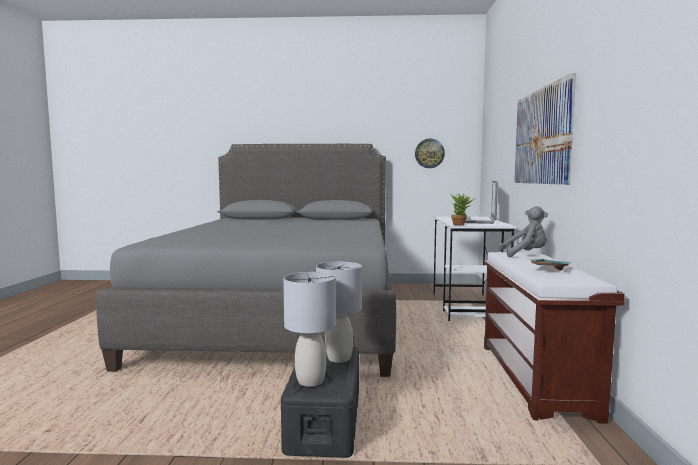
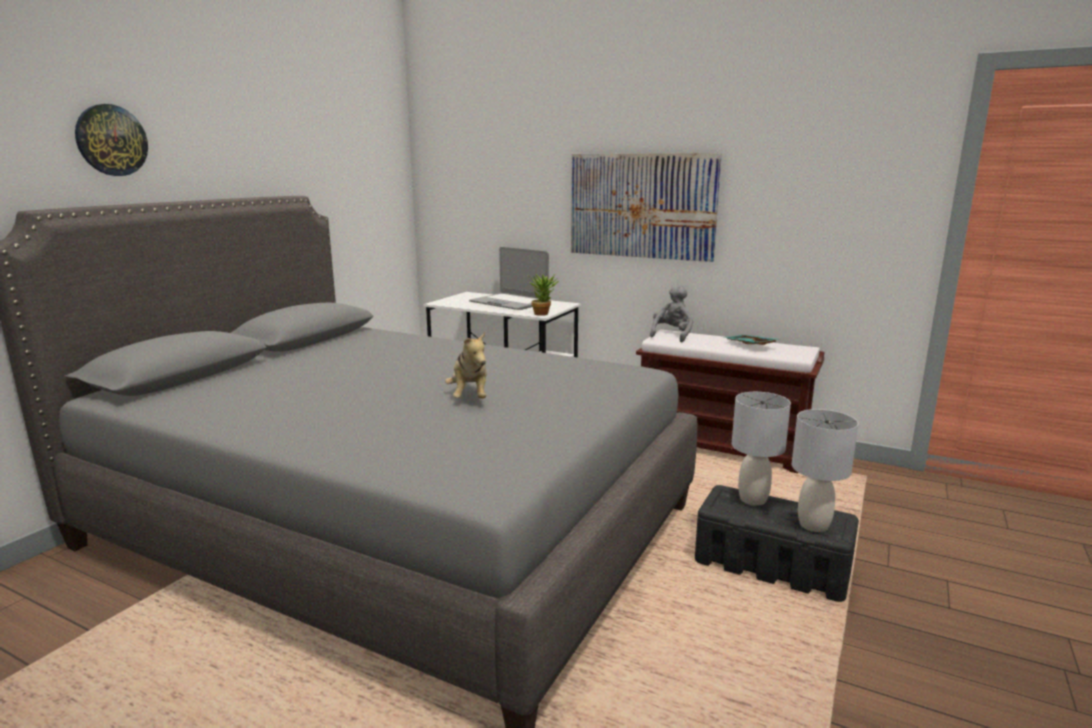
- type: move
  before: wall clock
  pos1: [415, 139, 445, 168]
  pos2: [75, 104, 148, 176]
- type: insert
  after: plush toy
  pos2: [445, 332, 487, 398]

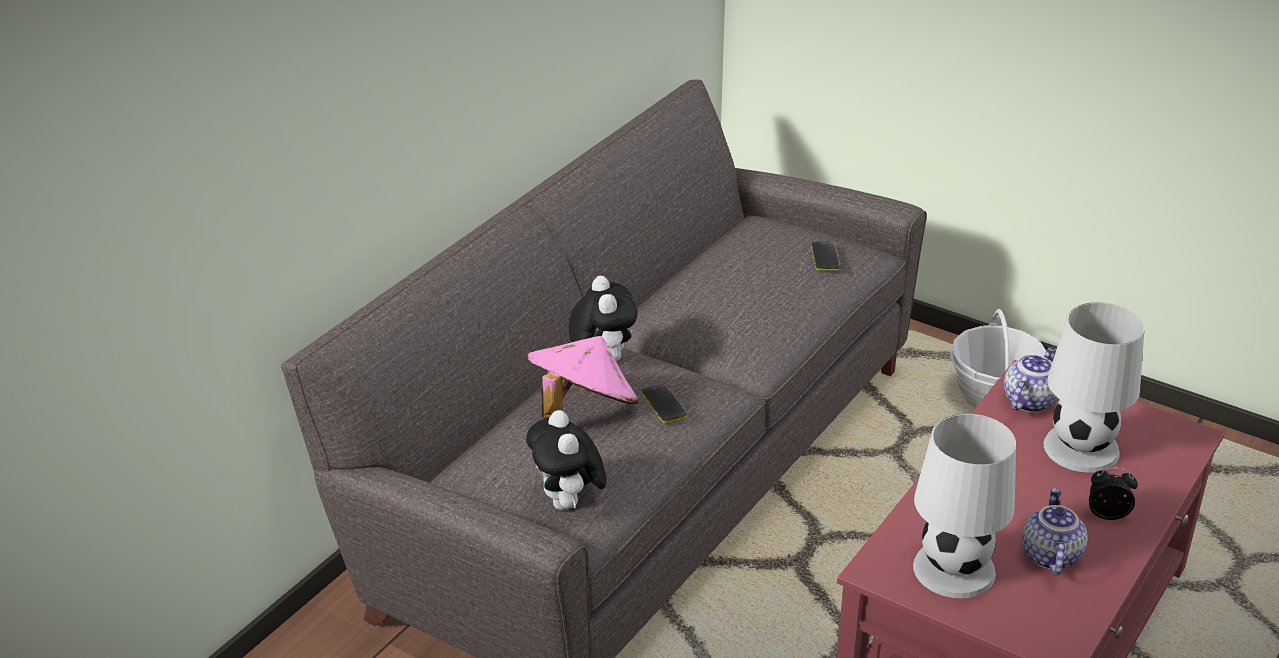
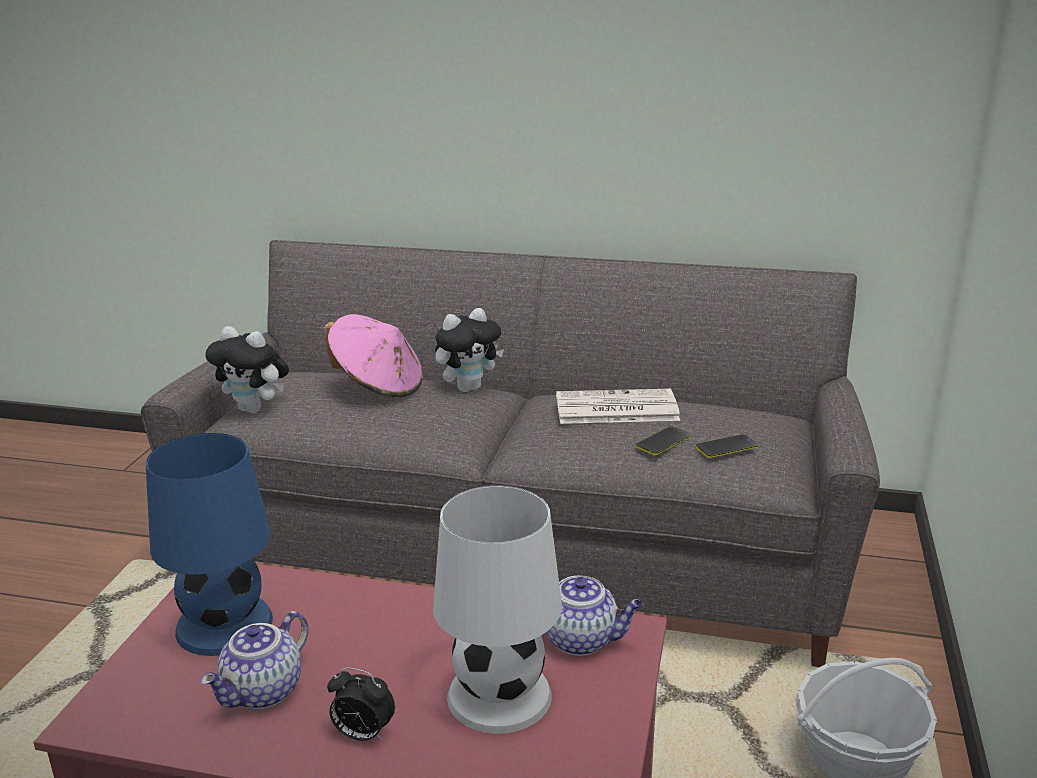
- type: recolor
  before: table lamp/white
  after: table lamp/blue
  pos1: [913, 413, 1016, 598]
  pos2: [146, 433, 273, 656]
- type: rotate
  before: teapot
  pos1: [1022, 488, 1088, 575]
  pos2: [201, 611, 309, 709]
  turn: 135
- type: rotate
  before: plush toy
  pos1: [526, 410, 607, 510]
  pos2: [205, 326, 289, 413]
  turn: -120
- type: rotate
  before: alarm clock
  pos1: [1089, 467, 1138, 520]
  pos2: [327, 667, 395, 741]
  turn: 120
- type: insert
  after: newspaper
  pos2: [556, 389, 680, 424]
- type: move
  before: phone
  pos1: [641, 384, 687, 423]
  pos2: [636, 426, 691, 455]

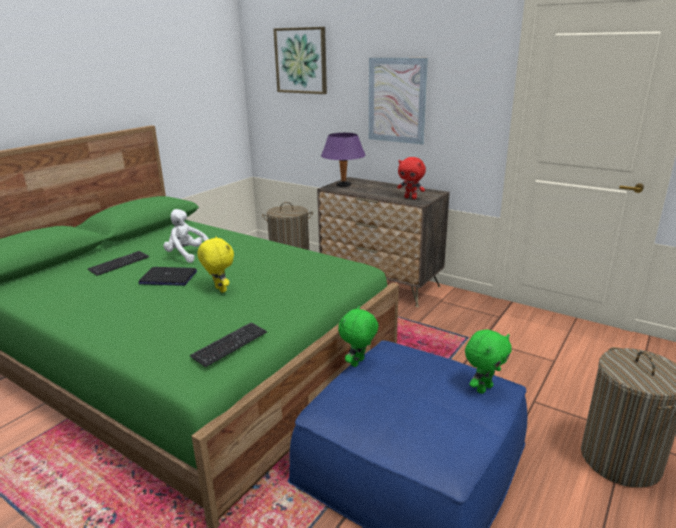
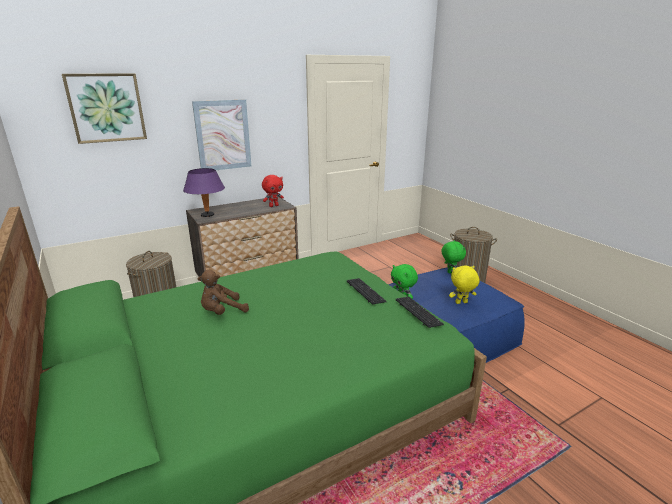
- type: recolor
  before: plush toy/white
  after: plush toy/brown
  pos1: [163, 209, 209, 263]
  pos2: [197, 270, 249, 315]
- type: move
  before: keyboard
  pos1: [88, 251, 149, 276]
  pos2: [347, 278, 387, 304]
- type: move
  before: plush toy/yellow
  pos1: [197, 236, 234, 293]
  pos2: [449, 266, 480, 304]
- type: delete
  before: laptop
  pos1: [138, 267, 197, 286]

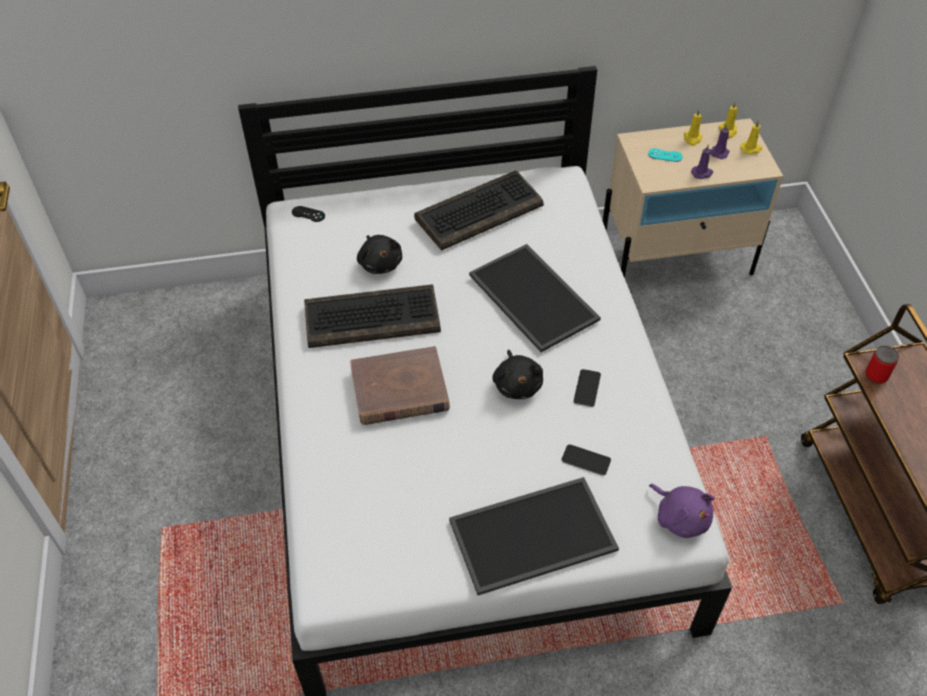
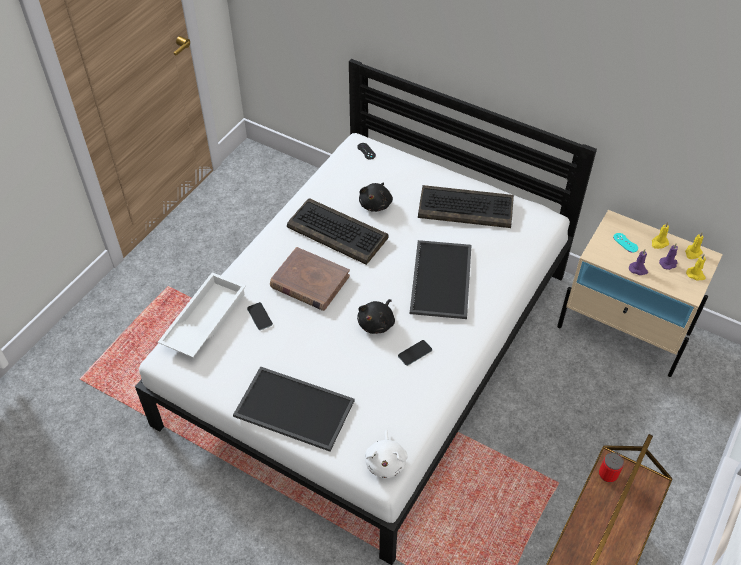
- type: insert
  after: tray/white
  pos2: [158, 272, 246, 357]
- type: move
  before: phone
  pos1: [561, 444, 611, 476]
  pos2: [247, 302, 273, 330]
- type: recolor
  before: plush toy/purple
  after: plush toy/white
  pos1: [649, 484, 715, 538]
  pos2: [365, 430, 407, 478]

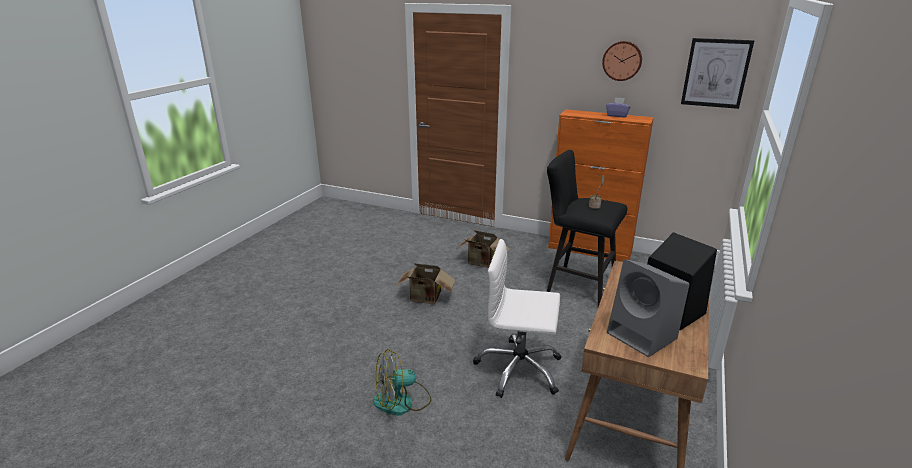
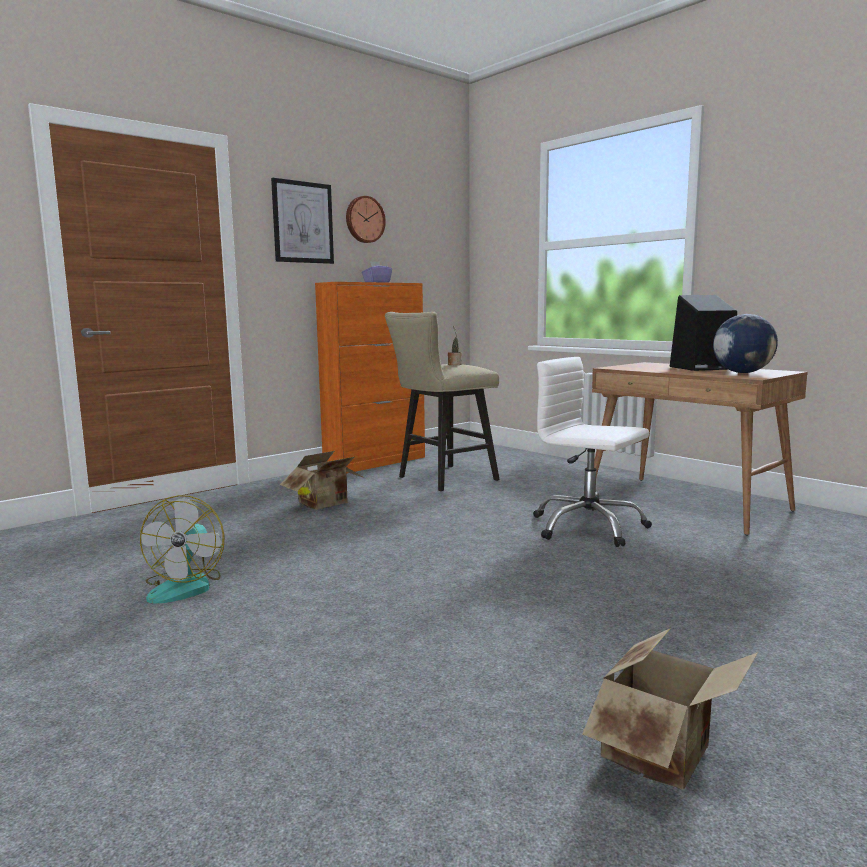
- type: move
  before: fan
  pos1: [373, 349, 432, 416]
  pos2: [140, 495, 225, 604]
- type: move
  before: picture
  pos1: [681, 38, 754, 109]
  pos2: [271, 178, 334, 264]
- type: recolor
  before: stool/black
  after: stool/beige
  pos1: [547, 150, 627, 307]
  pos2: [385, 312, 500, 491]
- type: rotate
  before: office chair/white
  pos1: [473, 239, 561, 398]
  pos2: [533, 357, 652, 547]
  turn: 90
- type: move
  before: cardboard box
  pos1: [396, 263, 455, 304]
  pos2: [582, 628, 758, 790]
- type: replace
  before: speaker/grey
  after: globe
  pos1: [607, 259, 689, 357]
  pos2: [713, 314, 778, 373]

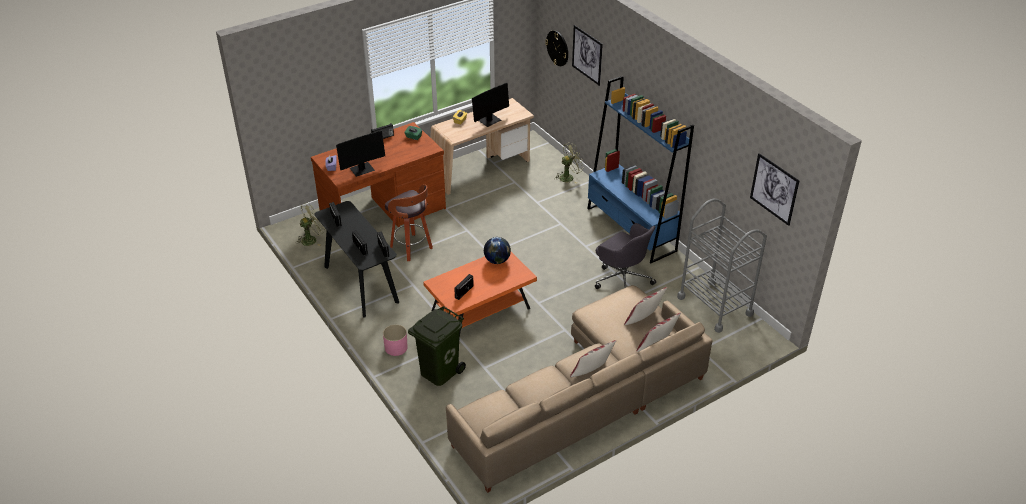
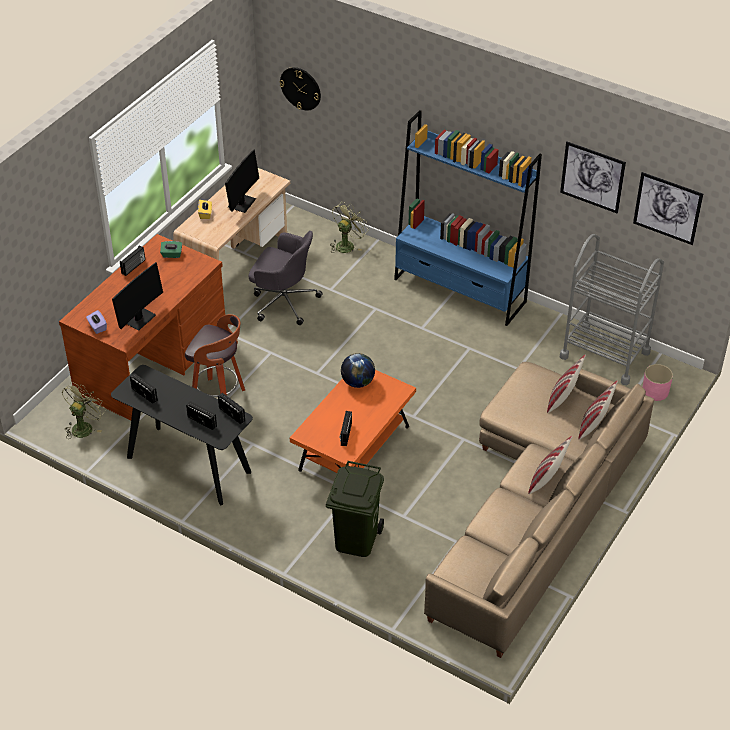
- type: move
  before: office chair/grey
  pos1: [595, 223, 656, 289]
  pos2: [248, 231, 323, 325]
- type: move
  before: picture
  pos1: [572, 25, 603, 86]
  pos2: [560, 141, 626, 214]
- type: move
  before: planter/pink
  pos1: [383, 324, 408, 356]
  pos2: [643, 364, 673, 401]

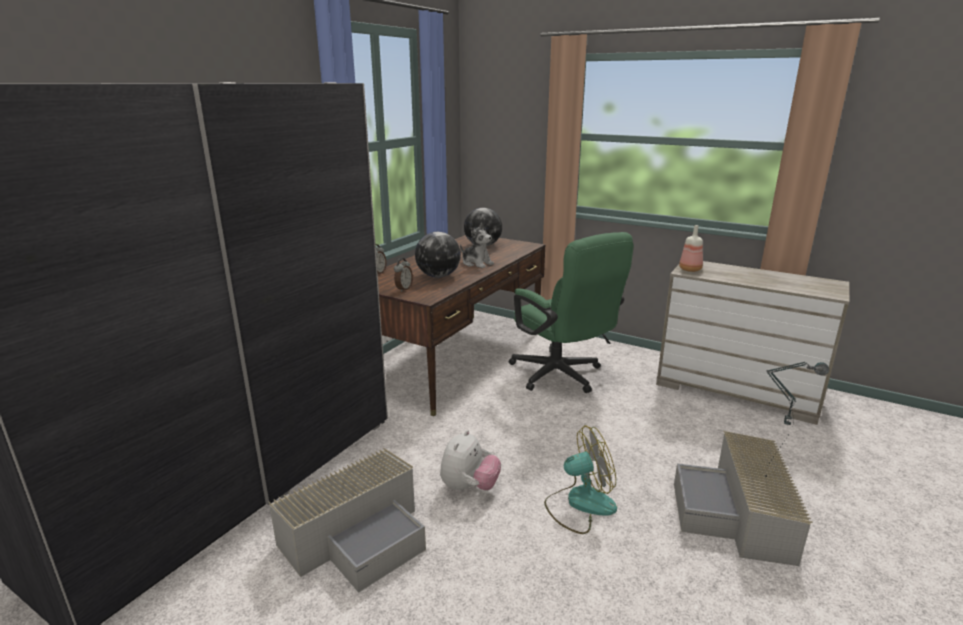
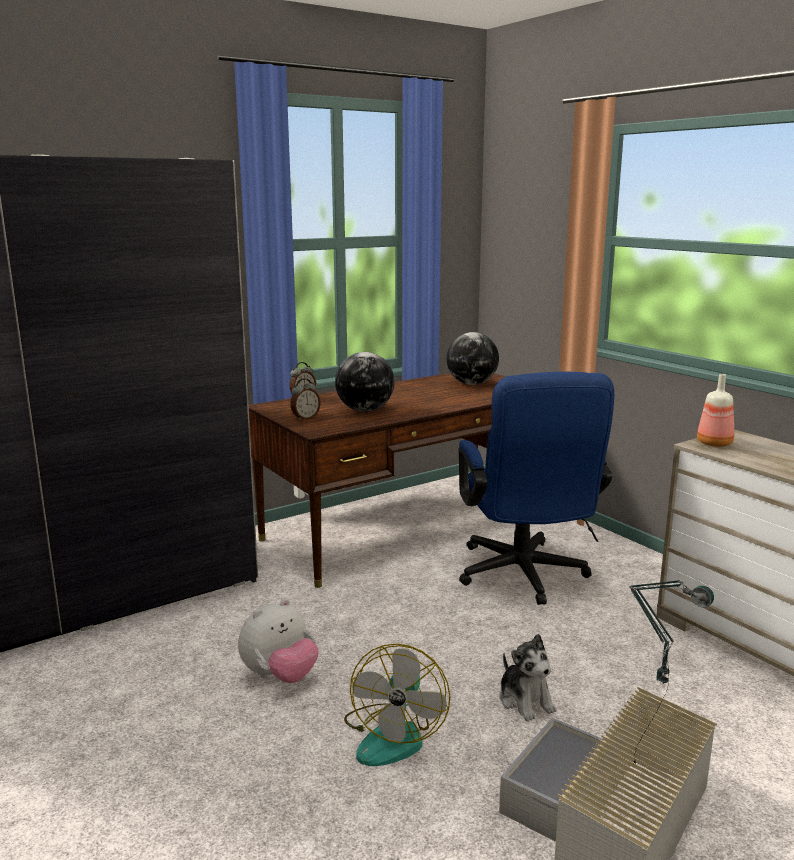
- type: rotate
  before: fan
  pos1: [544, 425, 617, 534]
  pos2: [344, 644, 450, 766]
  turn: 90
- type: recolor
  before: office chair/green
  after: office chair/blue
  pos1: [509, 232, 634, 393]
  pos2: [458, 372, 614, 605]
- type: move
  before: plush toy
  pos1: [460, 222, 494, 268]
  pos2: [500, 634, 557, 721]
- type: delete
  before: storage box/grey
  pos1: [269, 448, 426, 593]

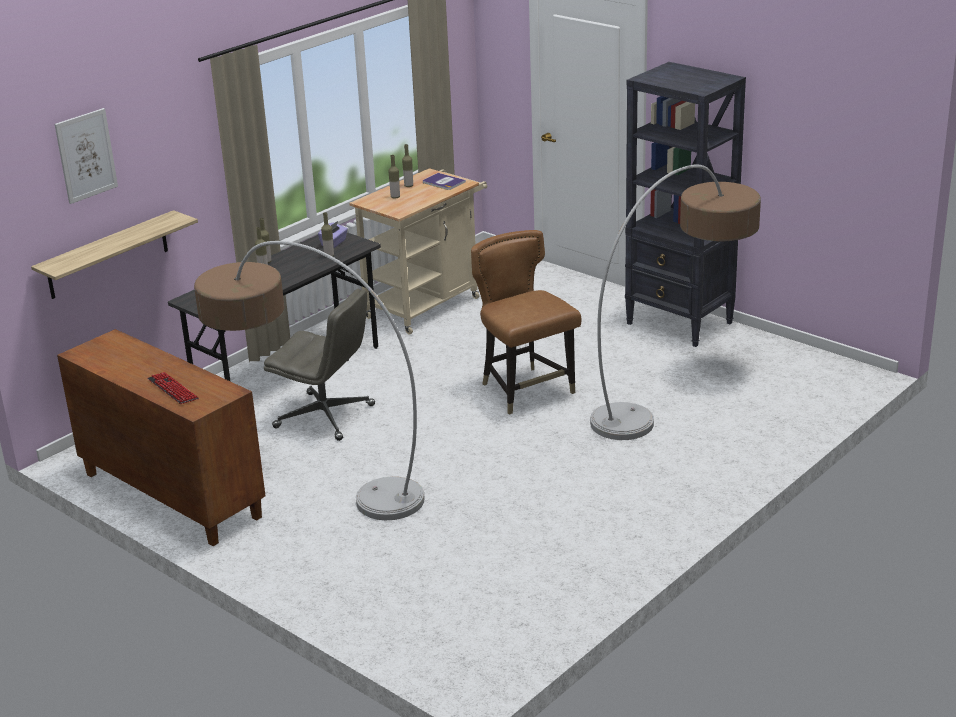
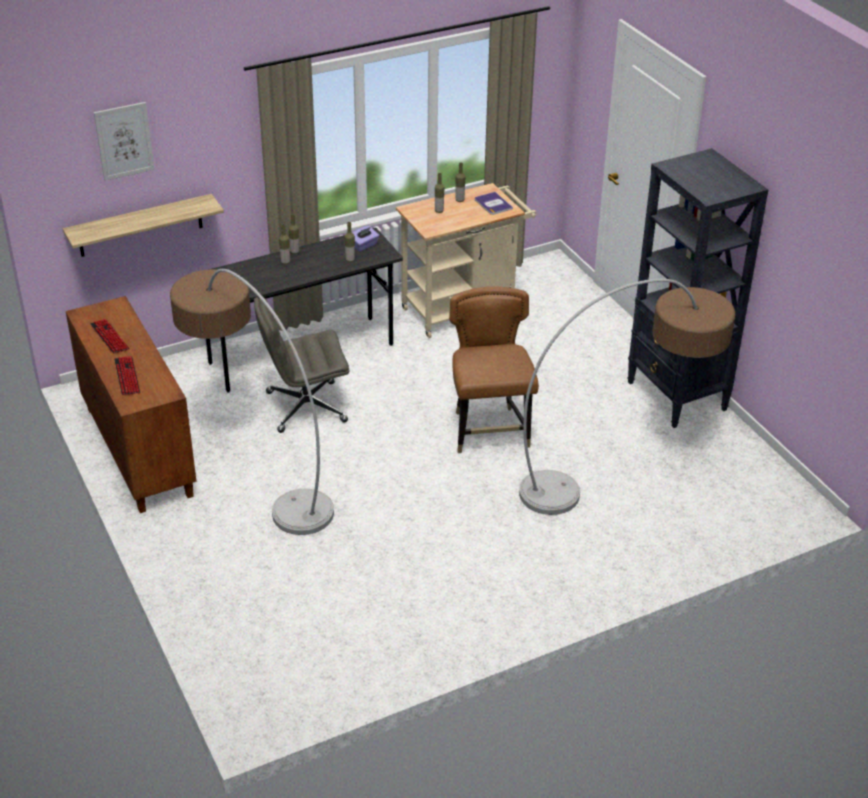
- type: insert
  after: keyboard
  pos2: [90, 319, 130, 354]
- type: rotate
  before: office chair/grey
  pos1: [264, 289, 375, 441]
  pos2: [254, 297, 350, 433]
  turn: 120

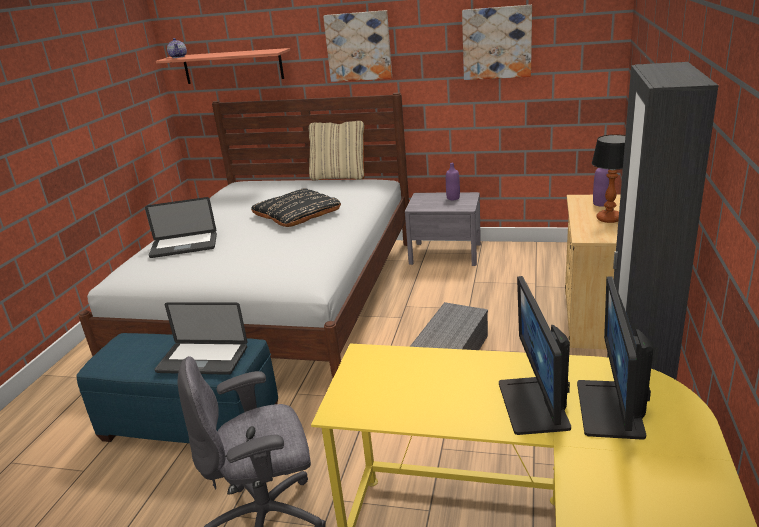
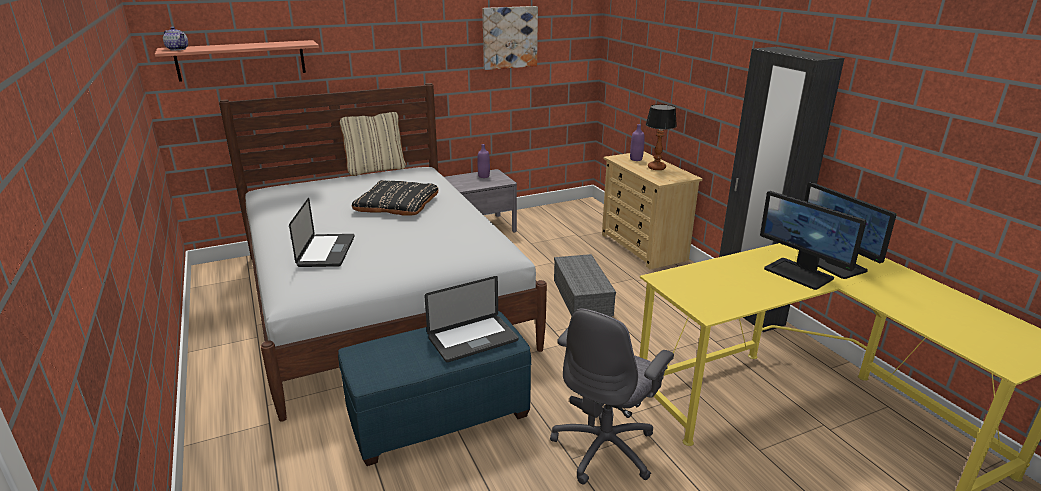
- type: rotate
  before: laptop
  pos1: [145, 197, 217, 258]
  pos2: [289, 198, 354, 267]
  turn: -45
- type: delete
  before: picture
  pos1: [323, 10, 392, 82]

